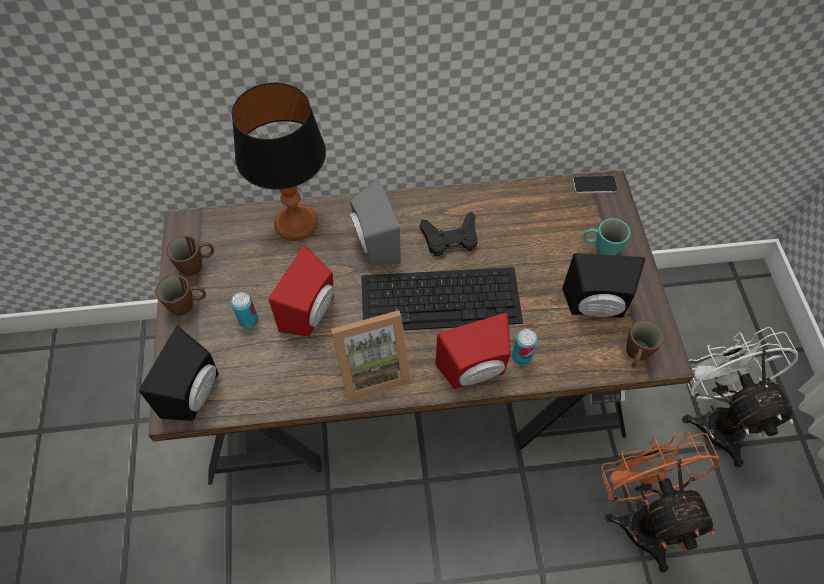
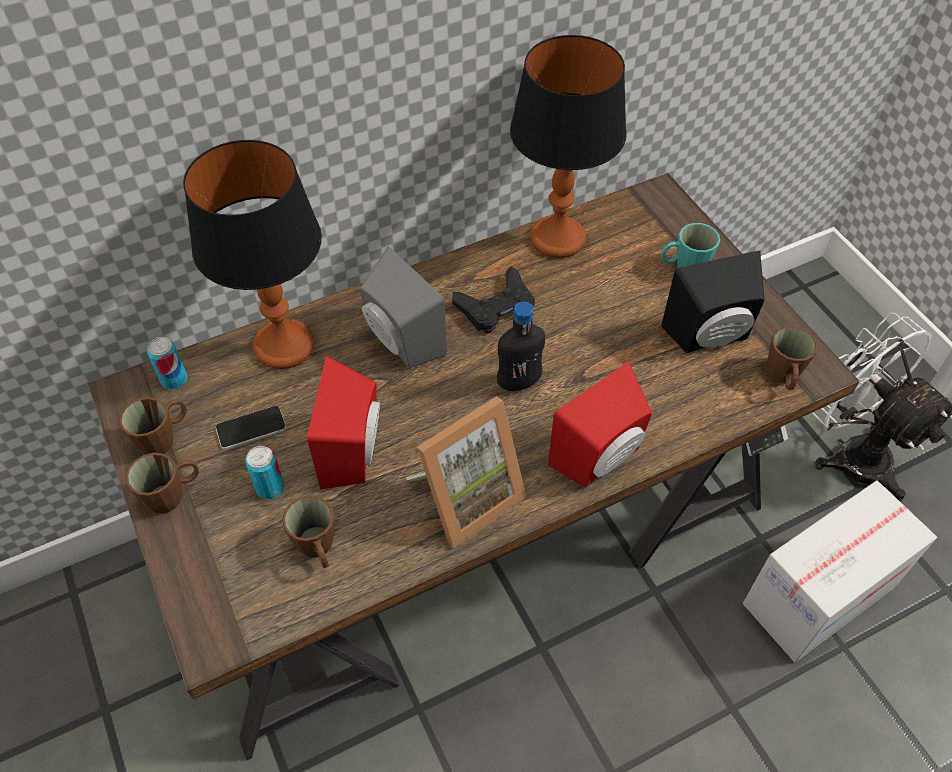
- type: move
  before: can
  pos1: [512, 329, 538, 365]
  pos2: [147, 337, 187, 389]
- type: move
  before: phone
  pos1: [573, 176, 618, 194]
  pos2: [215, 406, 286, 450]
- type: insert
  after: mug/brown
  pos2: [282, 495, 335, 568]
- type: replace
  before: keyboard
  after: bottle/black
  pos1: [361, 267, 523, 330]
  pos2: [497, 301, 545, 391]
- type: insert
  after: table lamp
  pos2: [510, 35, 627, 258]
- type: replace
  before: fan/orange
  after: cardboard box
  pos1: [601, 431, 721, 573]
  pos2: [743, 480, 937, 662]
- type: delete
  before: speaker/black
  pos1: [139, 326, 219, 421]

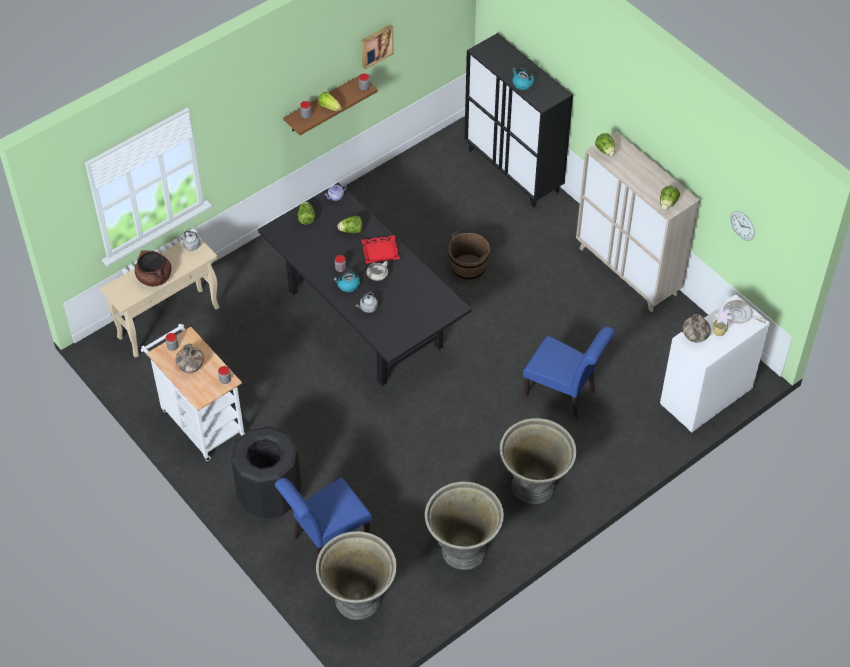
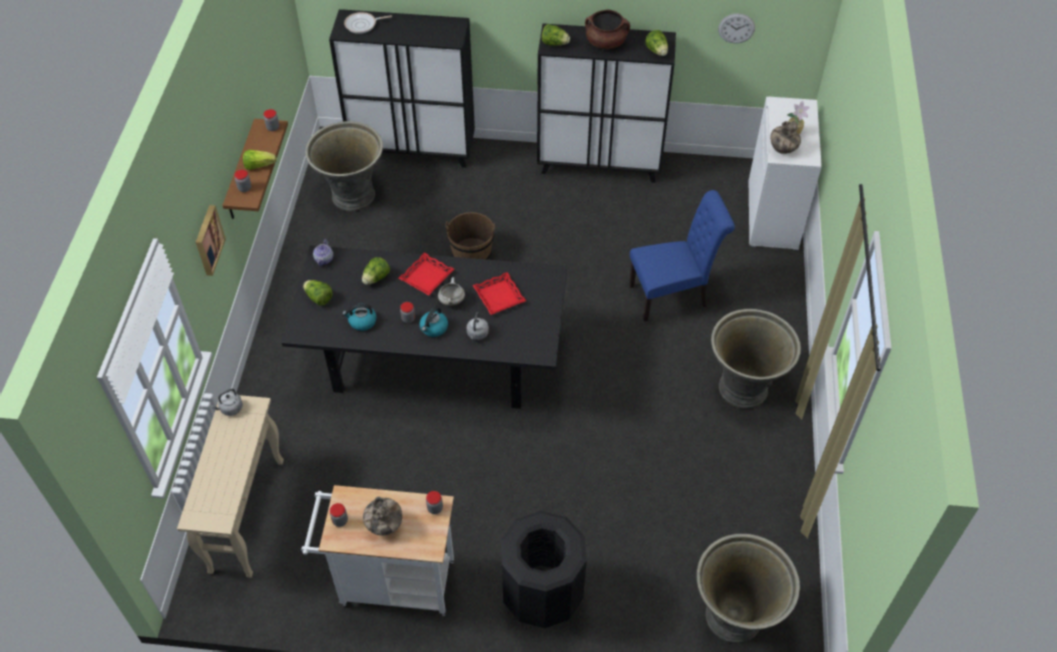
- type: move
  before: picture
  pos1: [361, 24, 394, 70]
  pos2: [196, 205, 226, 276]
- type: move
  before: planter/grey
  pos1: [425, 481, 504, 570]
  pos2: [305, 121, 383, 211]
- type: move
  before: kettle
  pos1: [512, 67, 534, 90]
  pos2: [342, 304, 377, 331]
- type: move
  before: frying pan
  pos1: [723, 300, 766, 324]
  pos2: [344, 12, 392, 34]
- type: insert
  after: tray/red
  pos2: [472, 272, 526, 315]
- type: recolor
  before: cabinet/beige
  after: cabinet/black
  pos1: [576, 131, 700, 312]
  pos2: [537, 23, 676, 183]
- type: move
  before: cooking pot/brown
  pos1: [135, 250, 172, 287]
  pos2: [585, 10, 630, 49]
- type: delete
  before: chair/blue
  pos1: [275, 477, 372, 567]

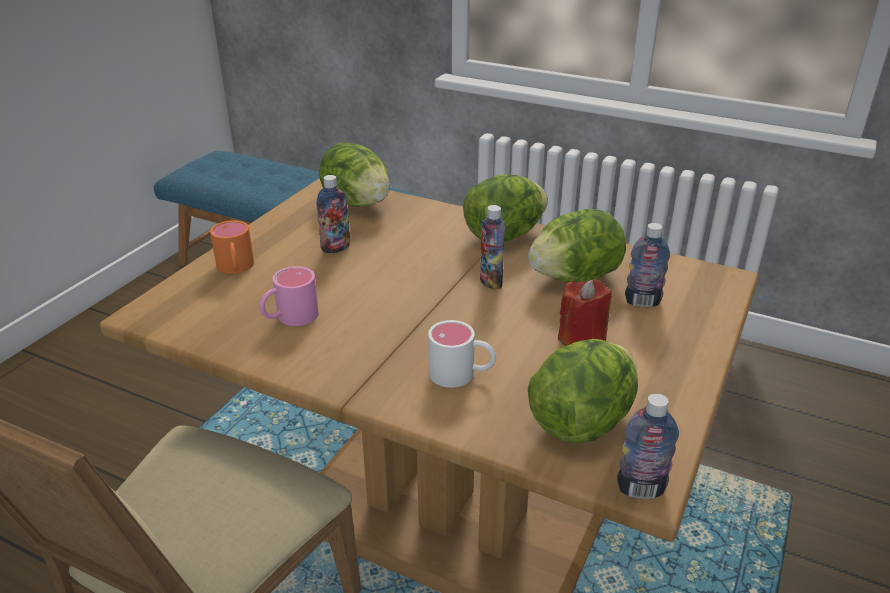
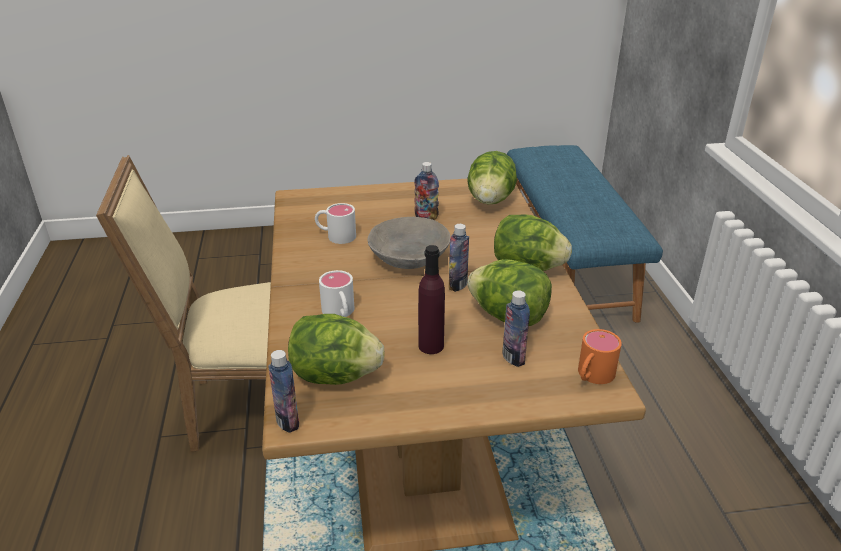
- type: recolor
  before: mug/pink
  after: mug/white
  pos1: [260, 266, 319, 326]
  pos2: [315, 203, 356, 244]
- type: insert
  after: bowl/grey
  pos2: [367, 217, 451, 269]
- type: replace
  before: candle/red
  after: bottle/purple
  pos1: [558, 279, 612, 346]
  pos2: [418, 245, 445, 354]
- type: move
  before: mug/orange
  pos1: [210, 220, 254, 274]
  pos2: [578, 329, 622, 384]

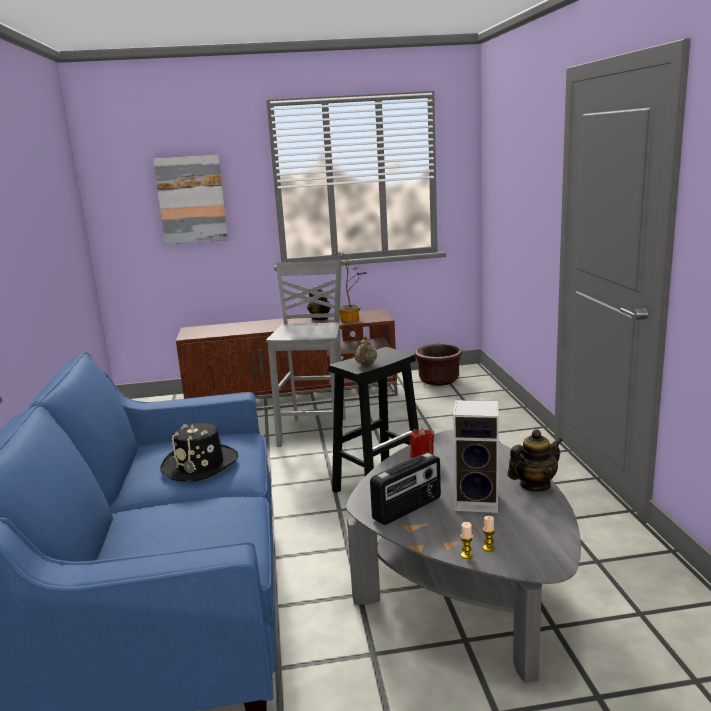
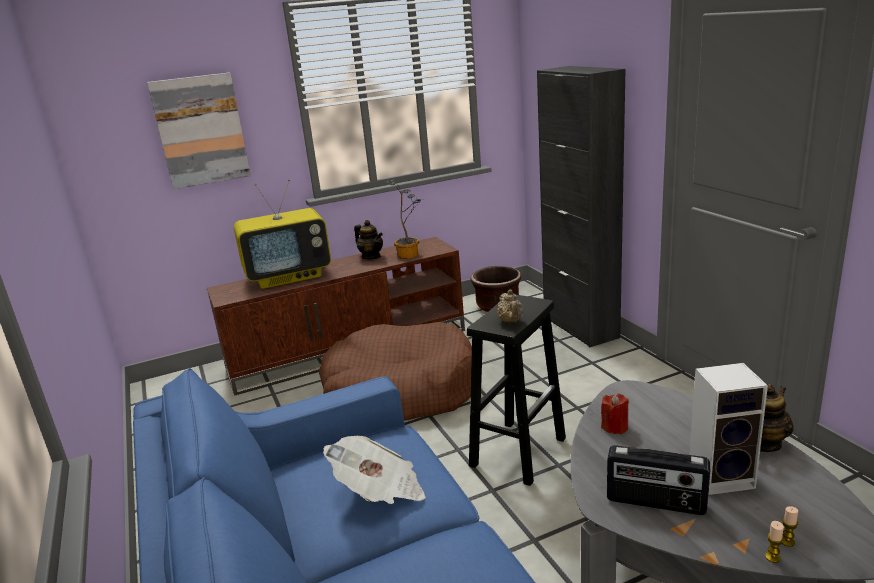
- type: insert
  after: television
  pos2: [234, 179, 331, 289]
- type: replace
  before: stool/grey
  after: dog bed/brown
  pos1: [266, 259, 346, 447]
  pos2: [319, 322, 472, 421]
- type: replace
  before: hat/black
  after: newspaper
  pos1: [160, 423, 238, 482]
  pos2: [323, 436, 426, 504]
- type: insert
  after: cabinet/black
  pos2: [537, 66, 625, 348]
- type: rotate
  before: radio
  pos1: [370, 452, 441, 525]
  pos2: [607, 445, 710, 515]
  turn: 75

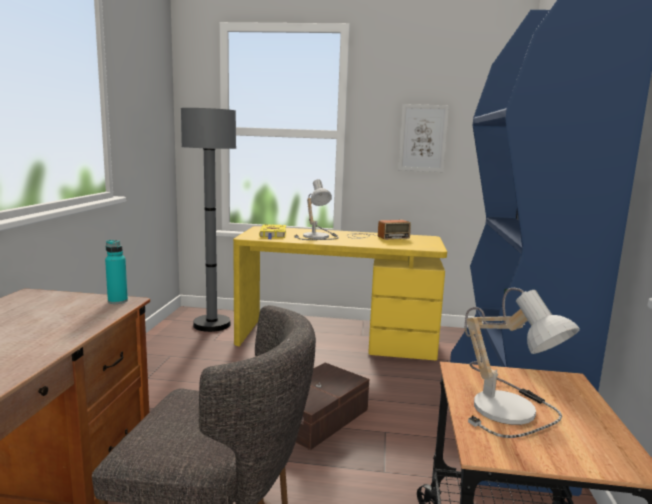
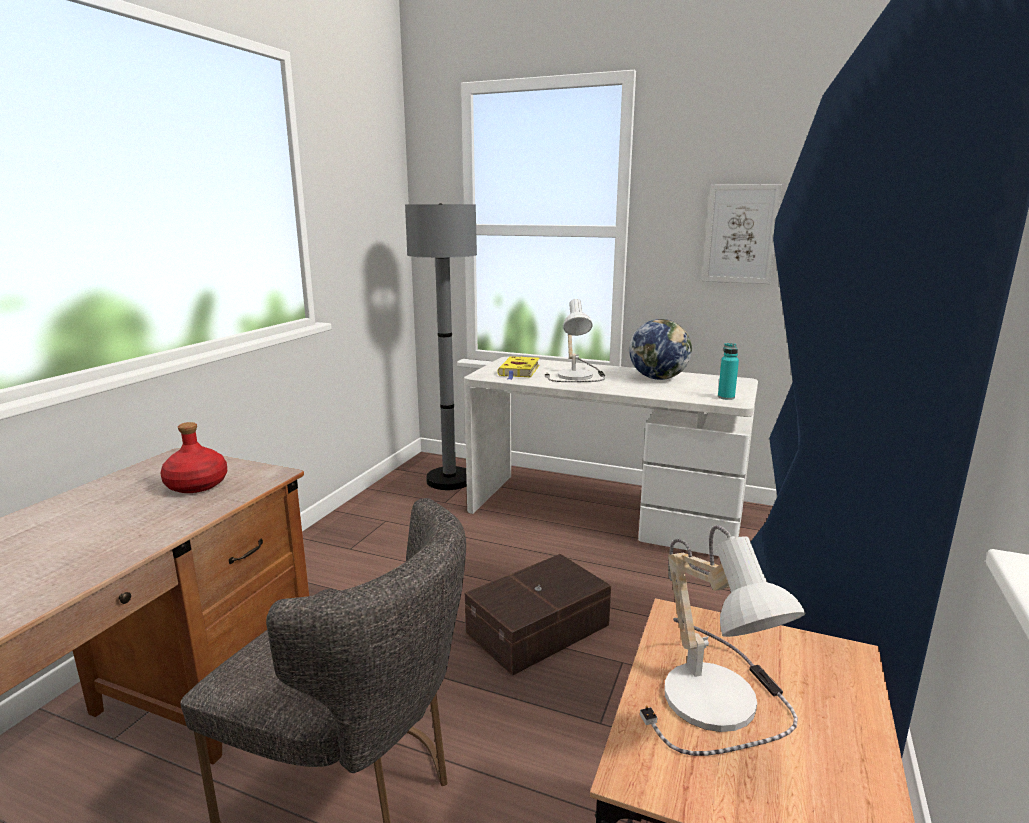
- type: insert
  after: bottle/red
  pos2: [160, 422, 227, 493]
- type: recolor
  before: desk/yellow
  after: desk/white
  pos1: [233, 226, 447, 360]
  pos2: [464, 357, 758, 556]
- type: replace
  before: radio
  after: globe
  pos1: [347, 220, 411, 240]
  pos2: [629, 319, 692, 380]
- type: move
  before: bottle/turquoise
  pos1: [105, 240, 128, 304]
  pos2: [718, 343, 739, 400]

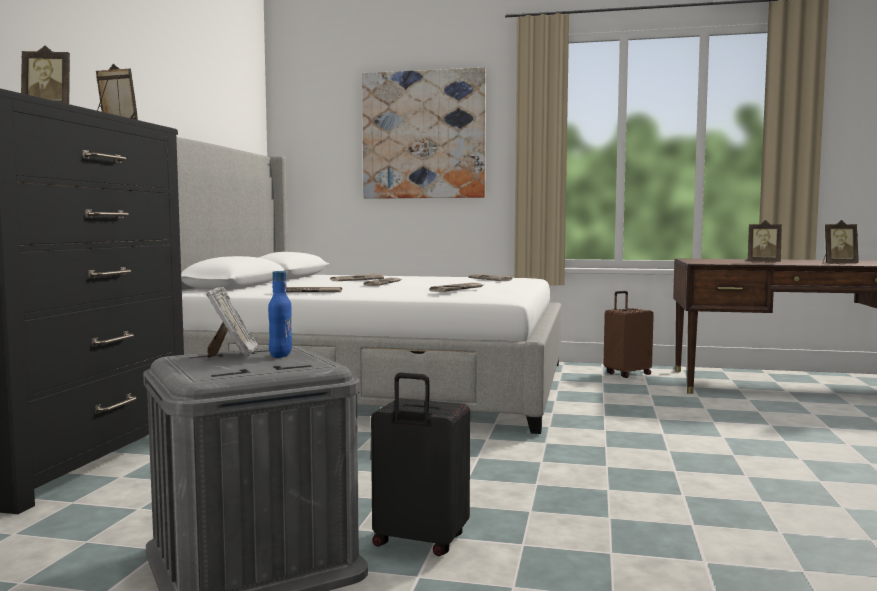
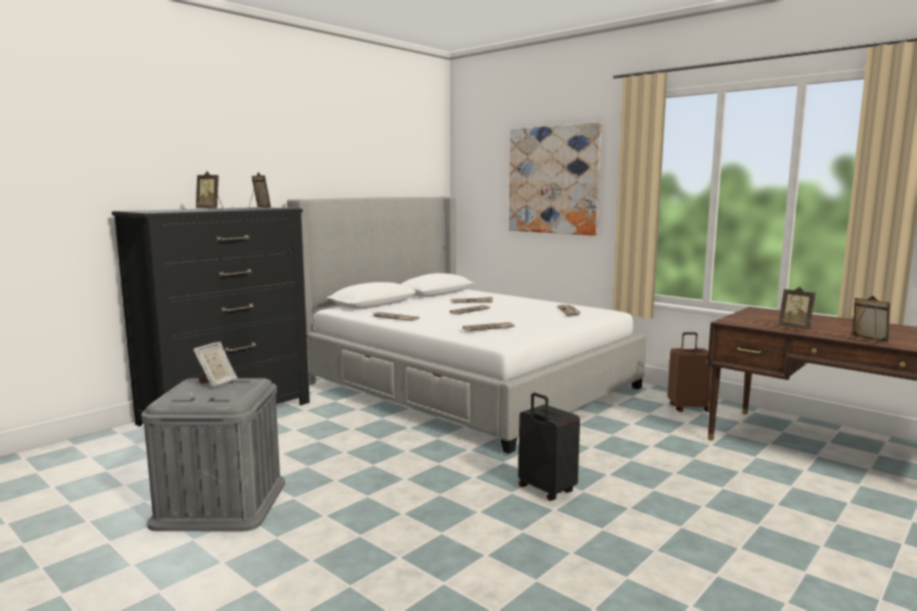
- type: move
  before: suitcase/black
  pos1: [371, 372, 470, 556]
  pos2: [518, 392, 580, 501]
- type: rotate
  before: picture frame
  pos1: [823, 220, 859, 264]
  pos2: [850, 296, 890, 345]
  turn: -150
- type: delete
  before: bottle/blue
  pos1: [268, 271, 292, 358]

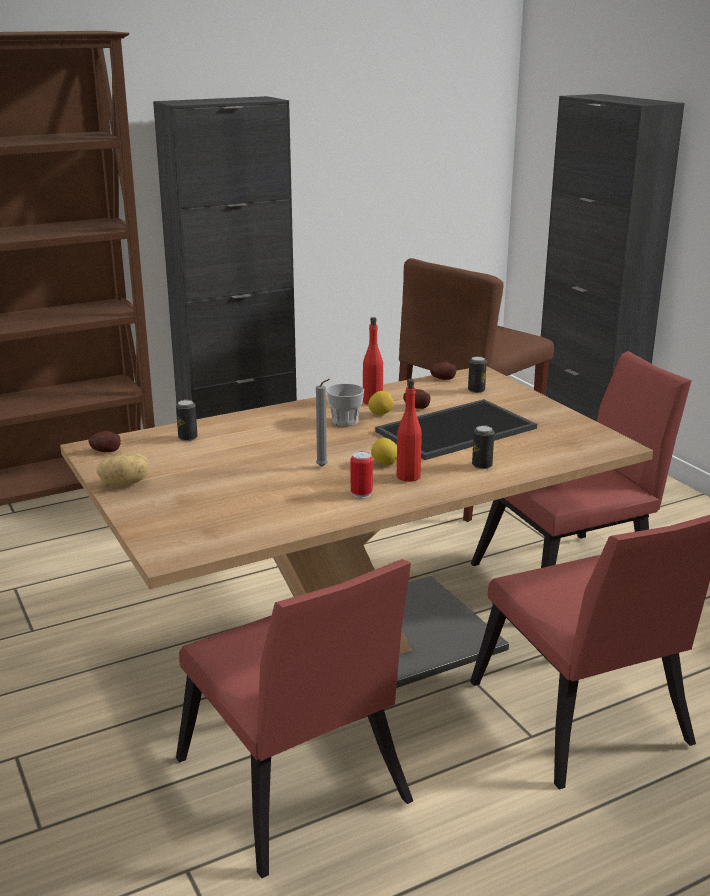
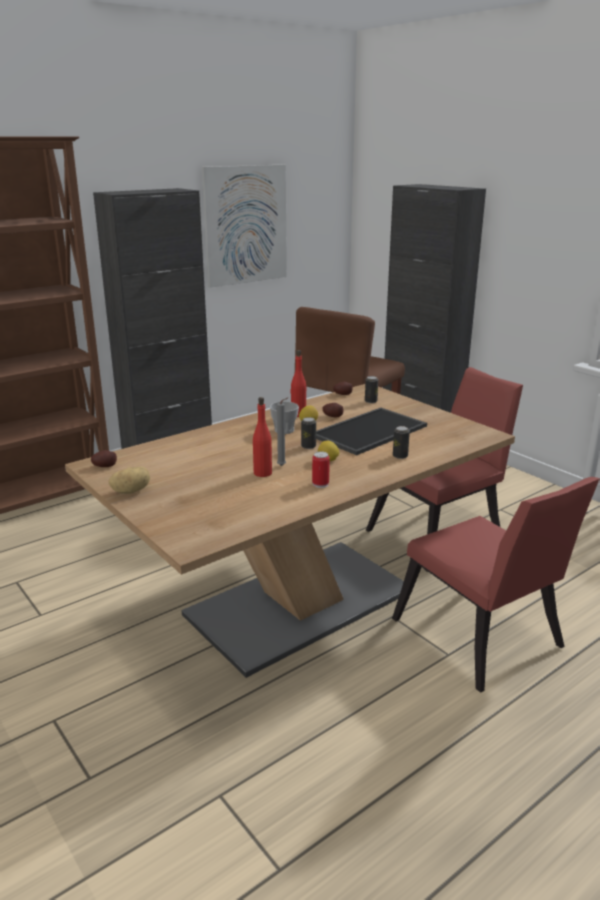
- type: insert
  after: picture
  pos2: [202, 165, 287, 288]
- type: move
  before: bottle/red
  pos1: [397, 379, 422, 482]
  pos2: [253, 397, 272, 477]
- type: move
  before: can
  pos1: [176, 400, 198, 441]
  pos2: [301, 417, 316, 449]
- type: delete
  before: chair/red
  pos1: [176, 559, 413, 878]

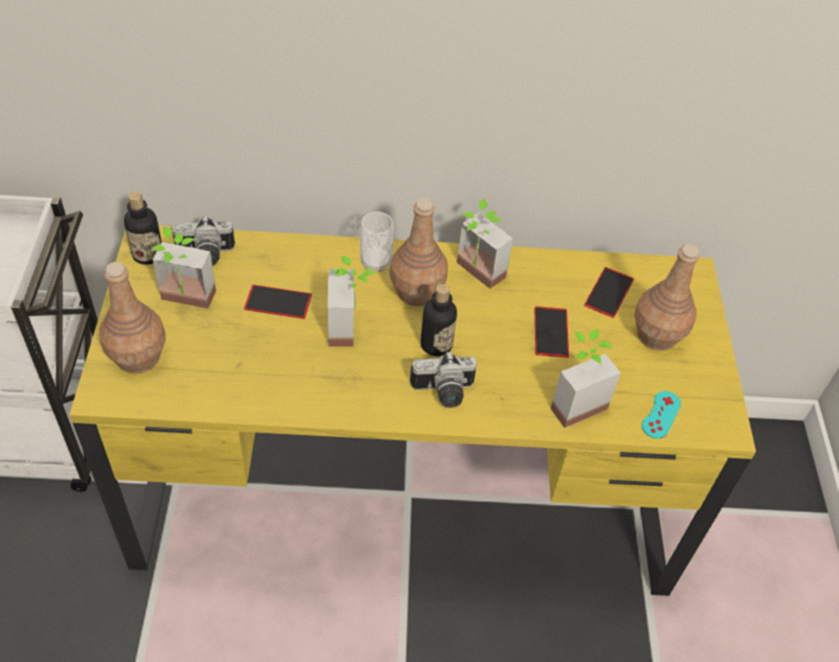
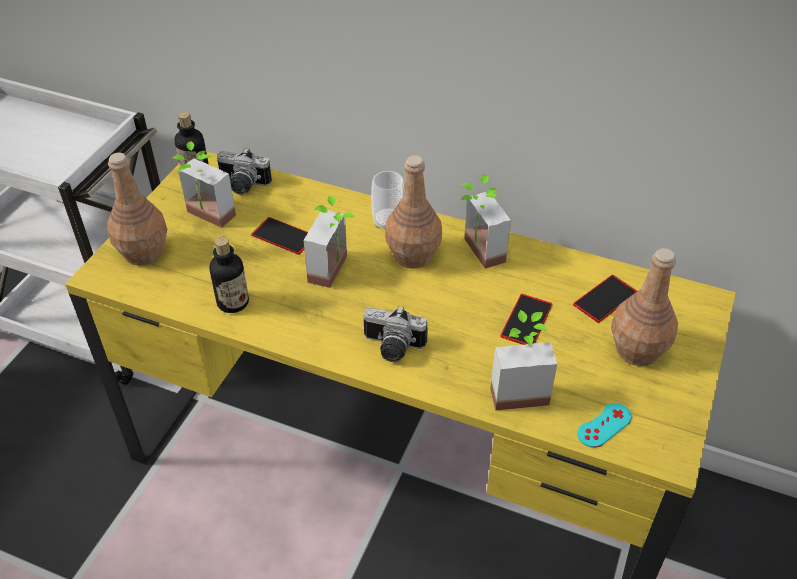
- type: move
  before: bottle
  pos1: [421, 284, 457, 356]
  pos2: [209, 237, 249, 313]

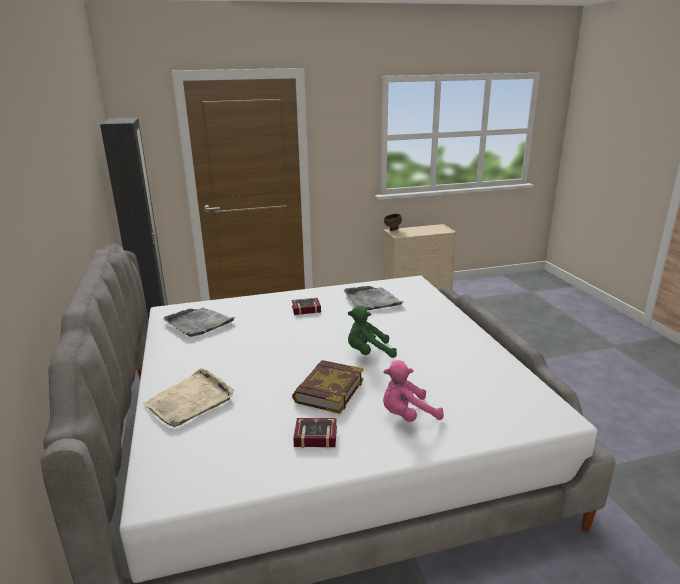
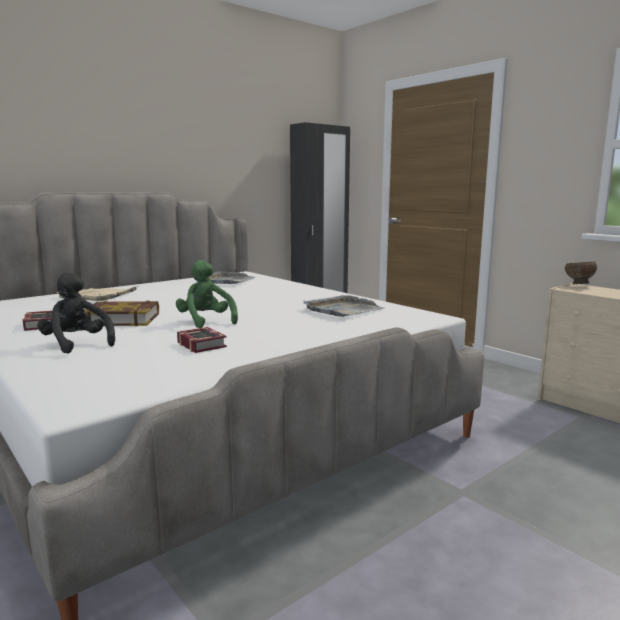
- type: recolor
  before: plush toy/pink
  after: plush toy/black
  pos1: [383, 360, 444, 422]
  pos2: [37, 273, 115, 353]
- type: move
  before: book
  pos1: [291, 298, 321, 315]
  pos2: [177, 327, 227, 353]

